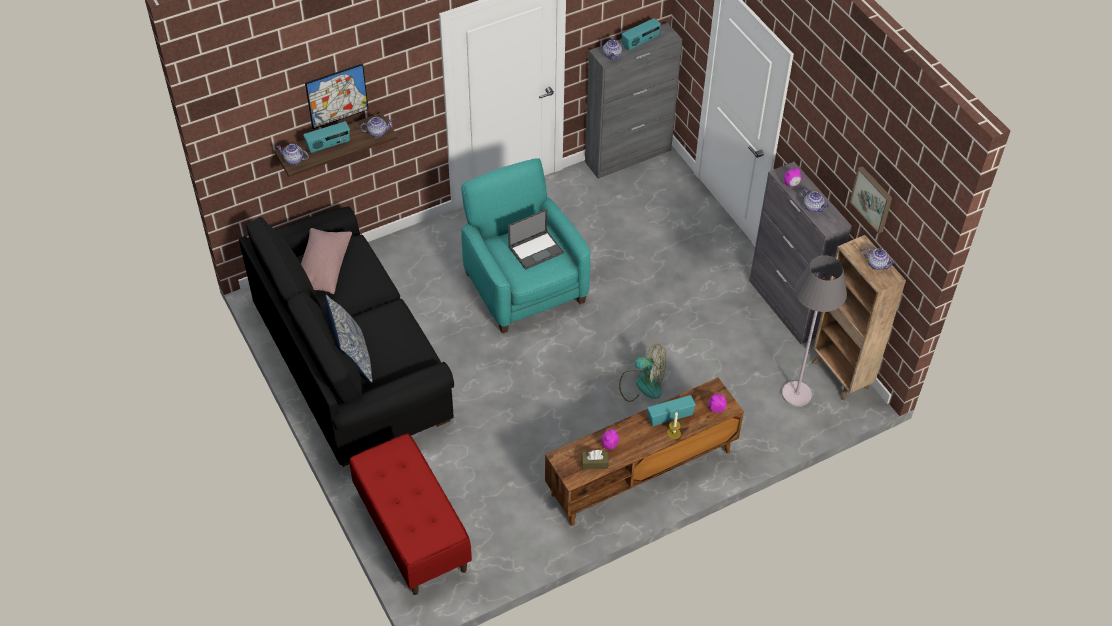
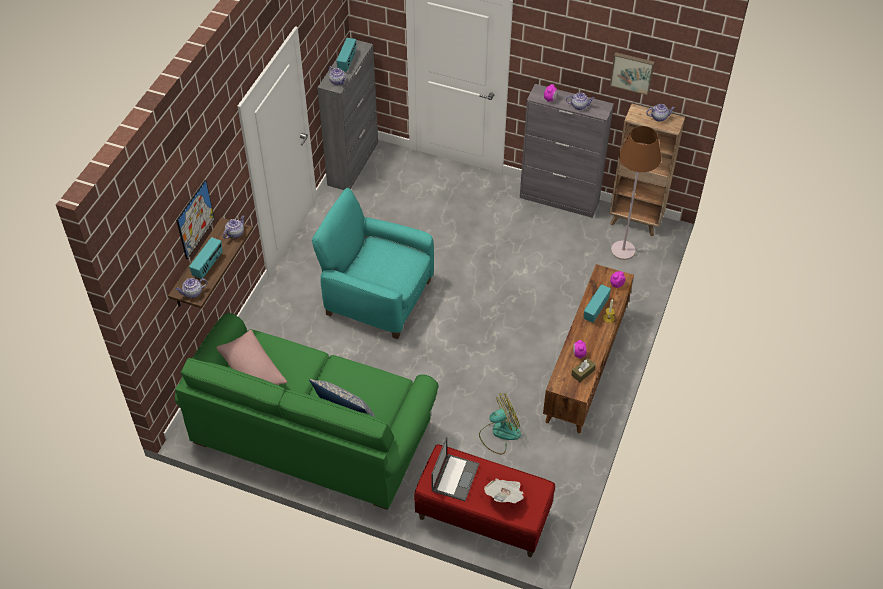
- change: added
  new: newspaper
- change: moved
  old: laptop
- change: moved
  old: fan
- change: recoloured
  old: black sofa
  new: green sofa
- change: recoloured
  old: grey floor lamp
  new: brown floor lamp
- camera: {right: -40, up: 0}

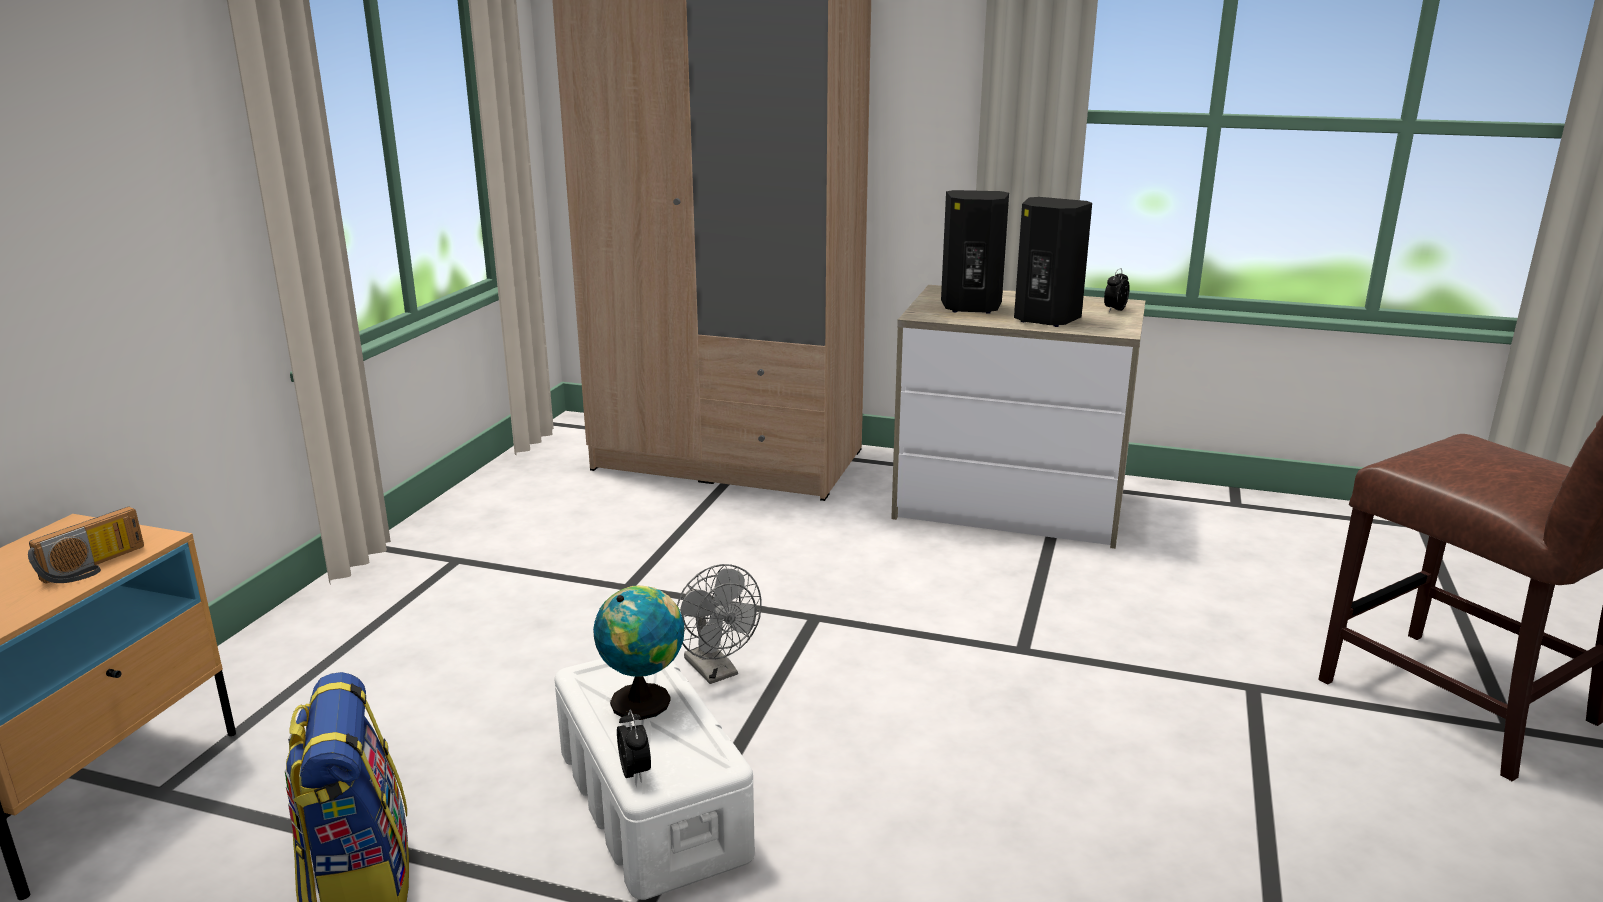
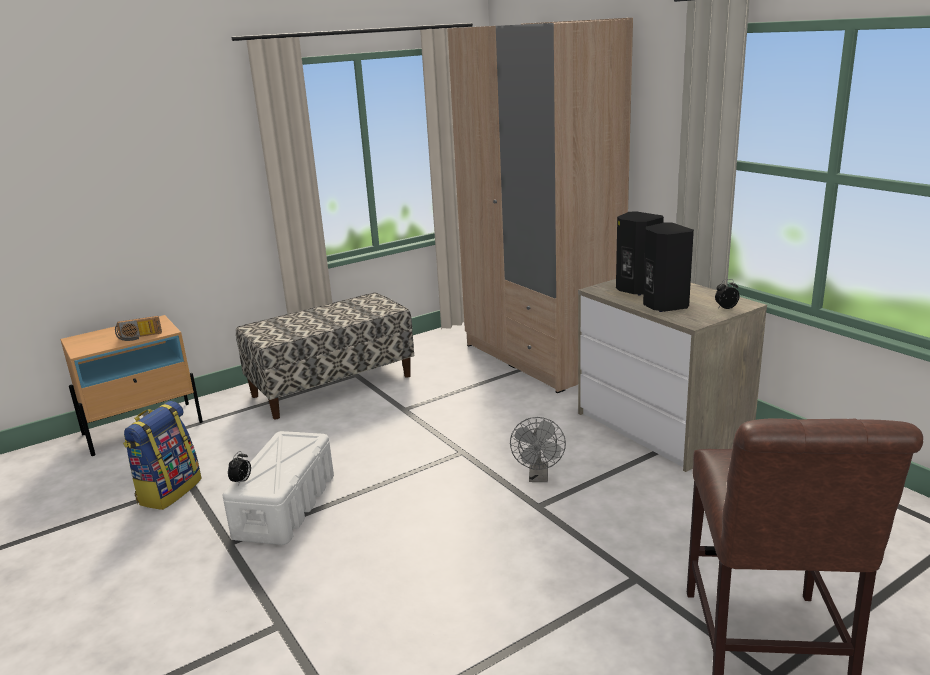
- change: removed
  old: globe
- change: added
  new: bench
- change: moved
  old: grey fan
- camera: {right: 40, up: 0}

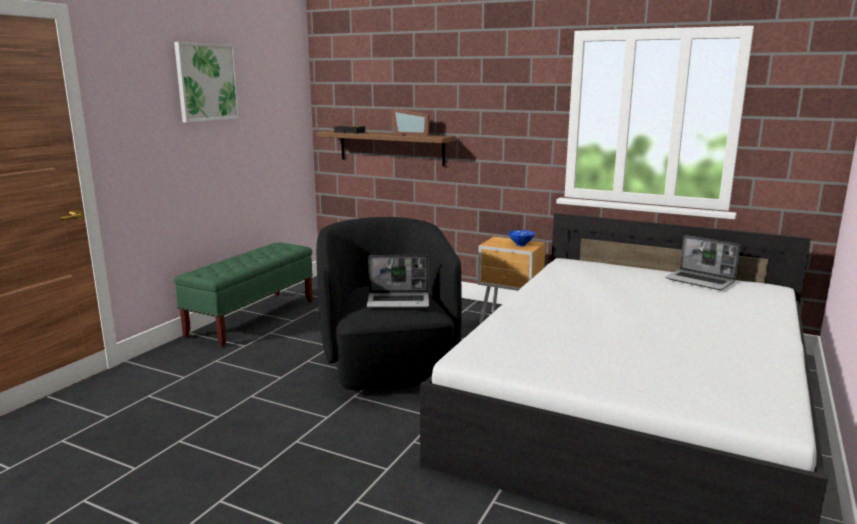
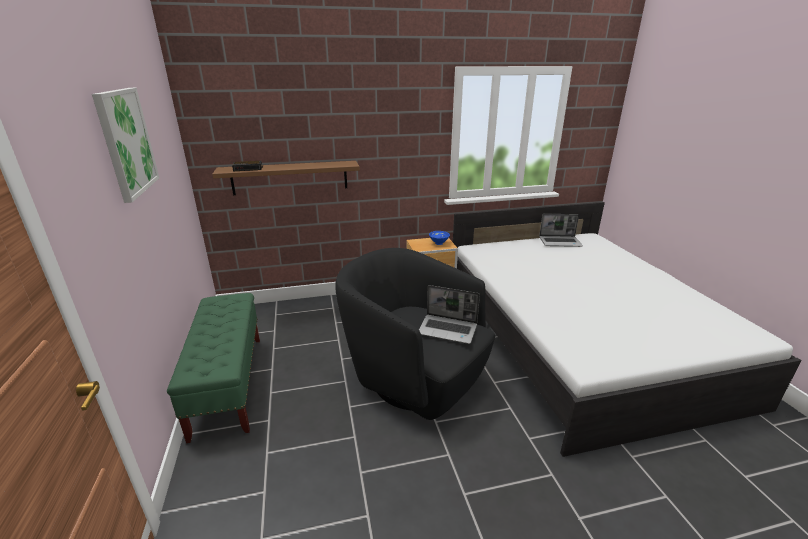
- change: removed
  old: picture frame
- change: turned
  old: laptop (1st from left)
  degrees: 60
- camera: {right: -40, up: 10}

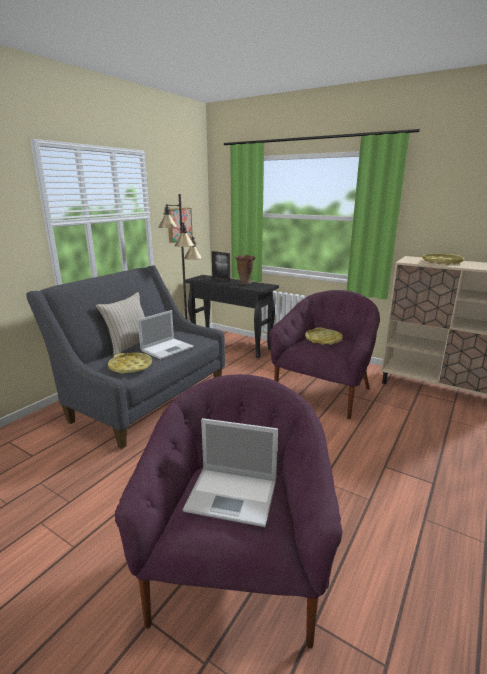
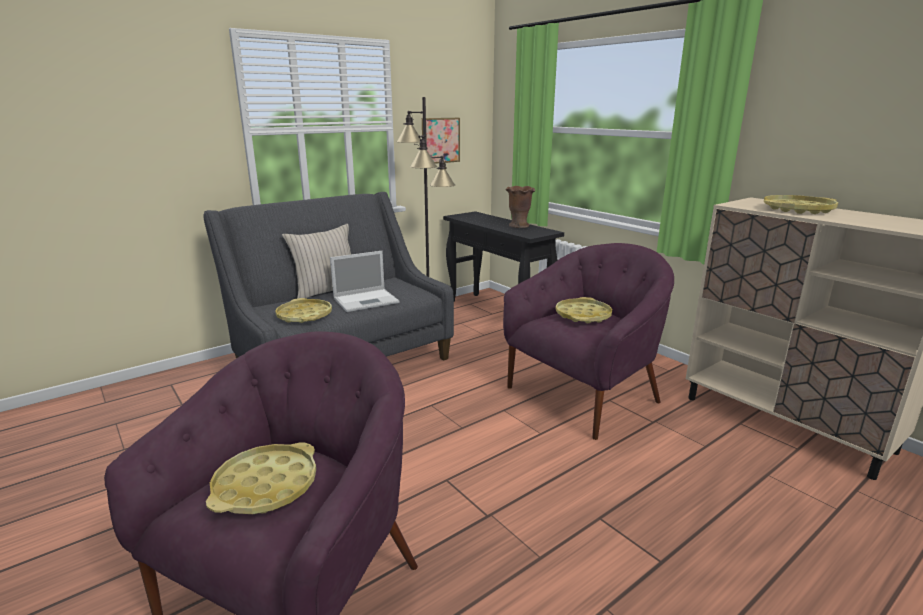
- change: removed
  old: picture frame
- change: replaced
  old: laptop (2nd from left)
  new: yellow tray (1st from left)
- camera: {right: 20, up: 0}

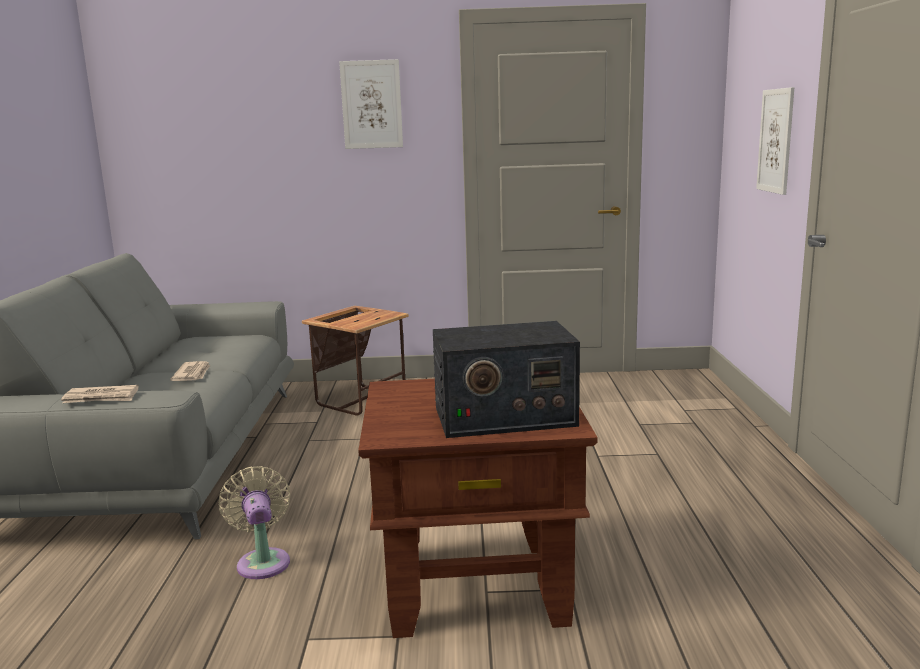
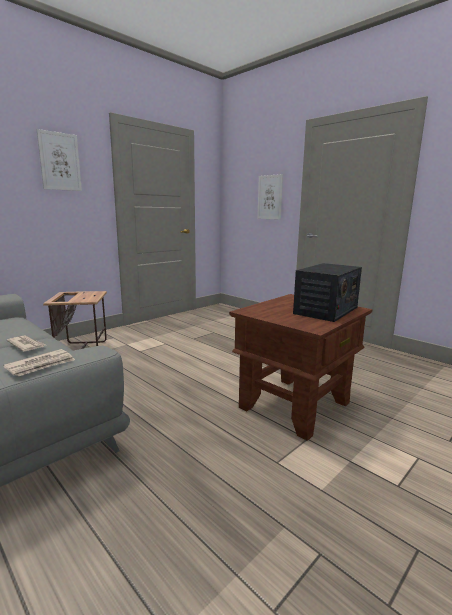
- change: removed
  old: beige fan
- camera: {right: -45, up: 0}

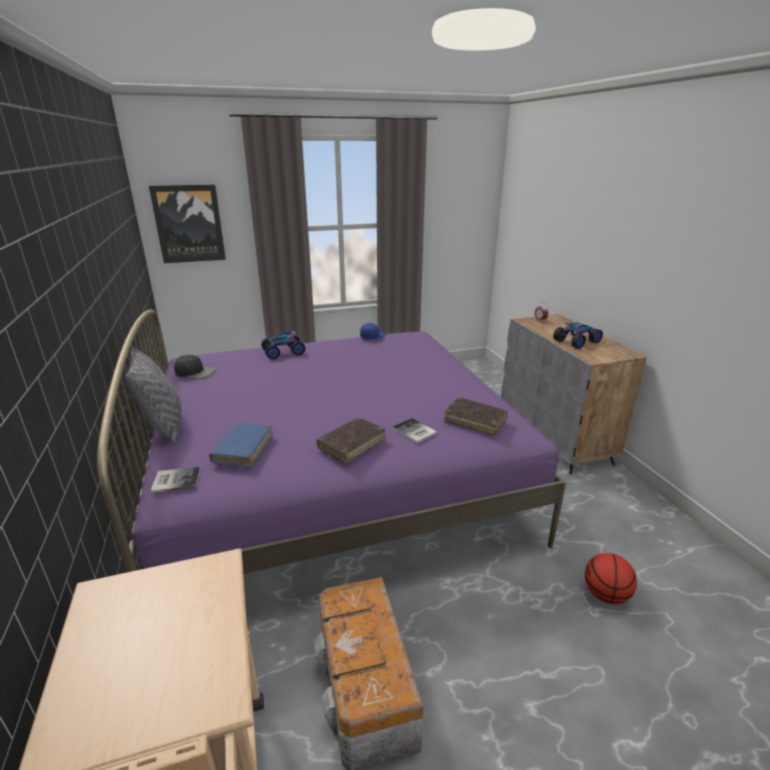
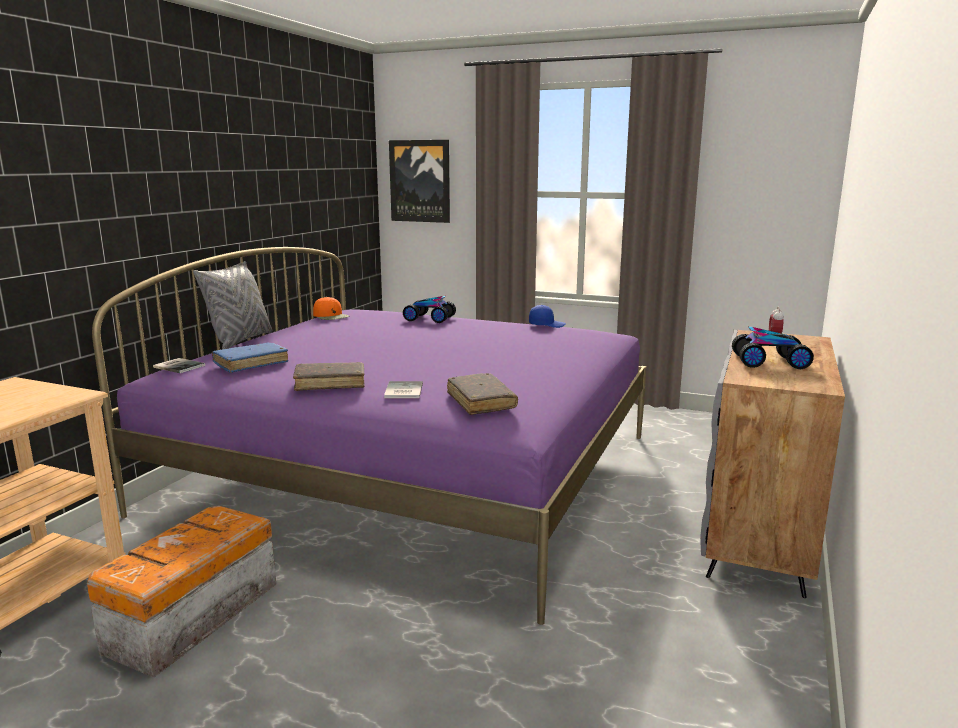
- change: removed
  old: basketball
- change: recoloured
  old: black cap
  new: orange cap
- camera: {right: 40, up: -10}

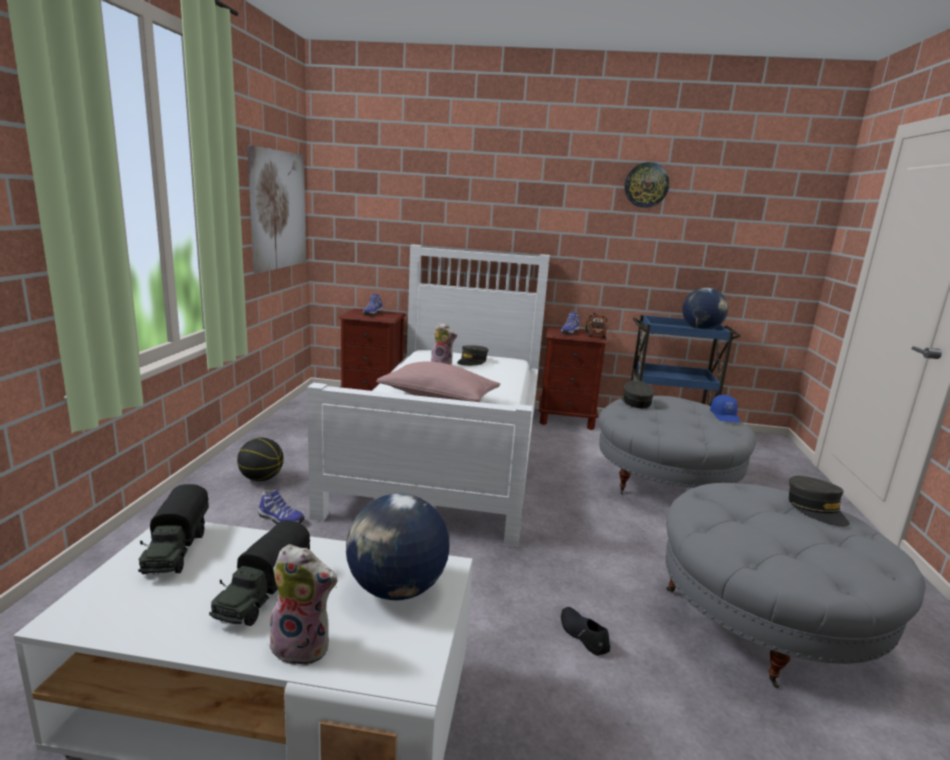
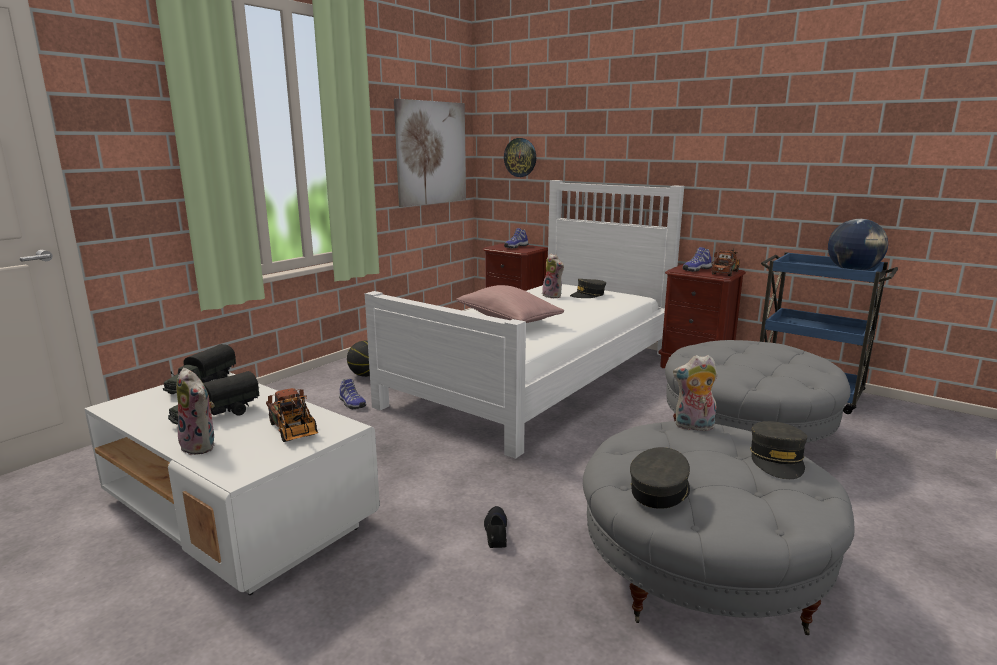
- change: removed
  old: blue cap
- change: added
  new: plush toy (3rd from left)
- change: moved
  old: grey cap (2nd from left)
- change: moved
  old: wall clock
- change: replaced
  old: globe (1st from left)
  new: toy truck (3rd from left)
- camera: {right: 30, up: 0}

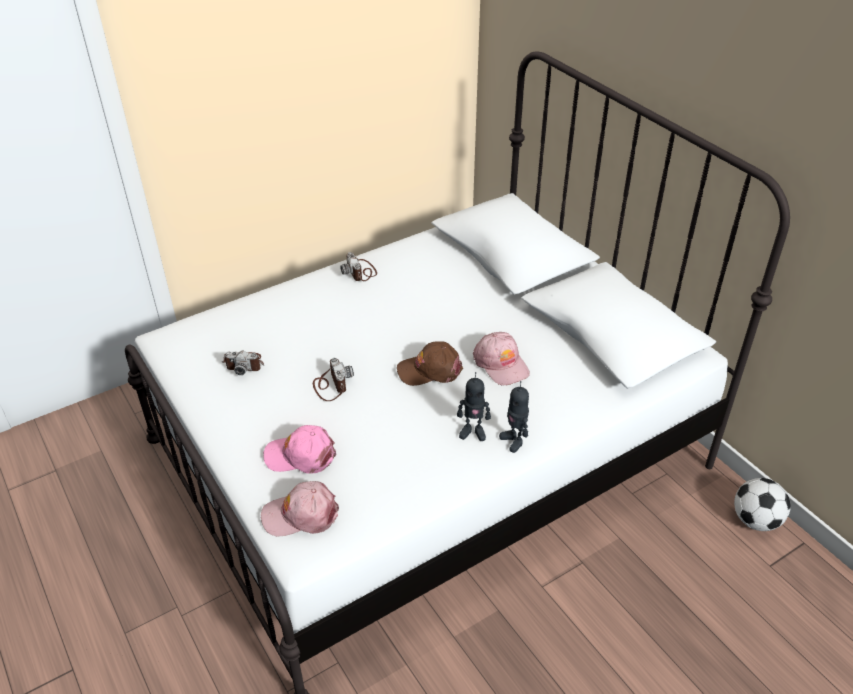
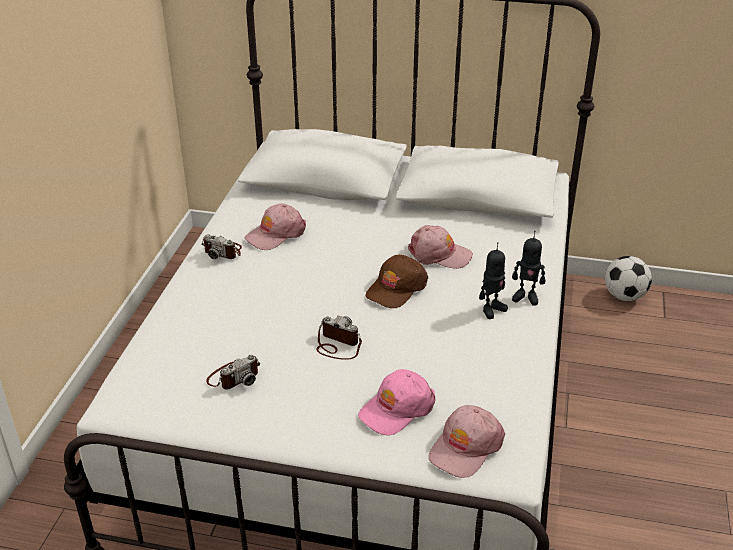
- change: added
  new: pink cap (1st from left)
- camera: {right: -45, up: -5}

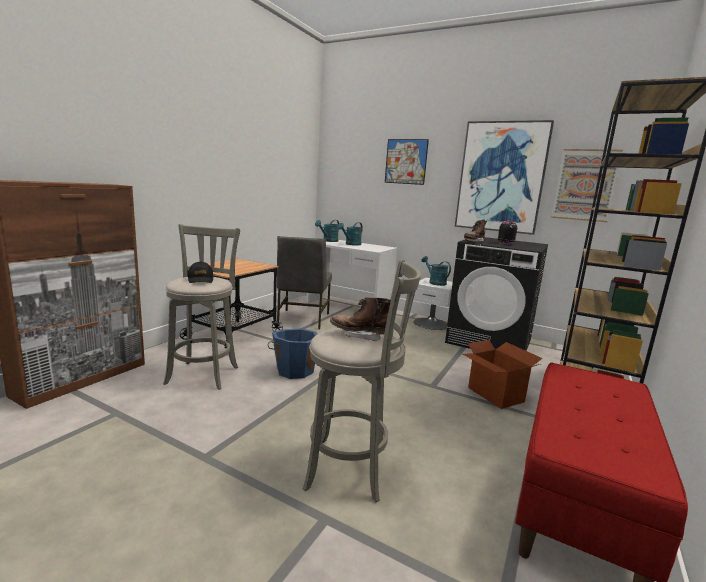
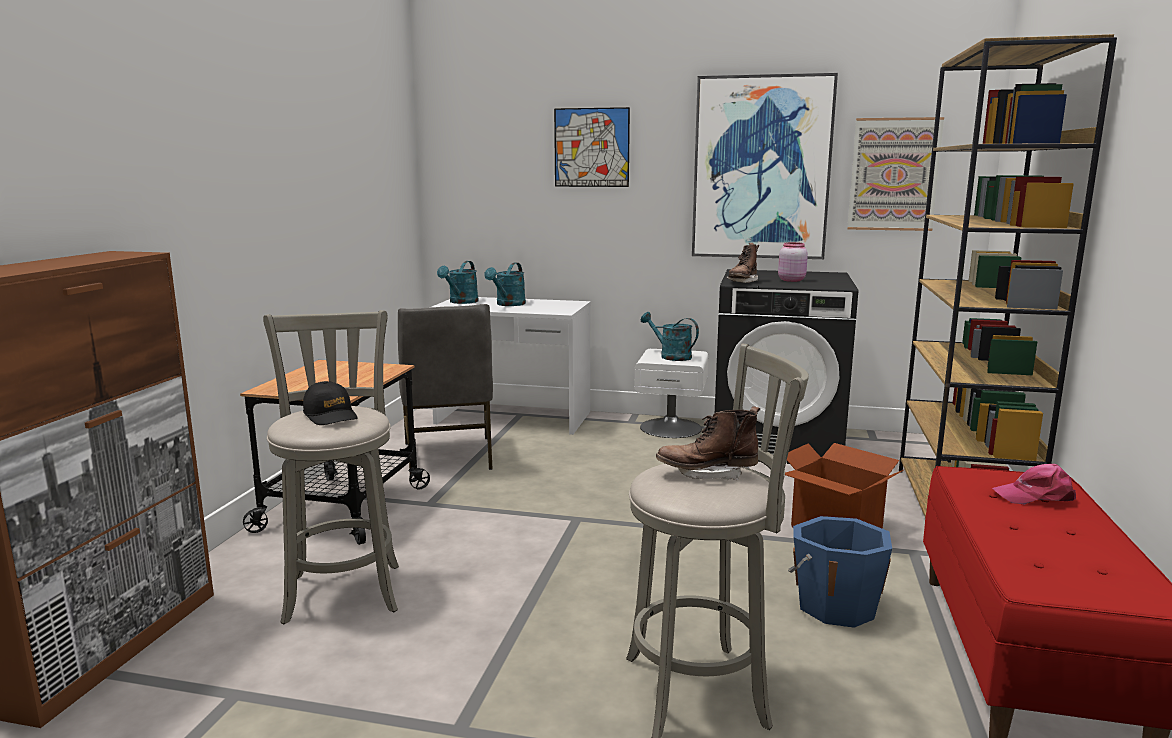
- change: added
  new: pink cap
- change: moved
  old: blue bucket
- change: recoloured
  old: black jar
  new: pink jar
- camera: {right: -15, up: 0}

